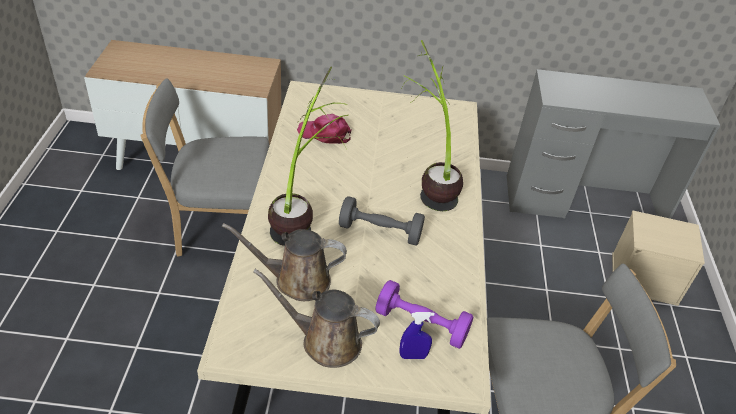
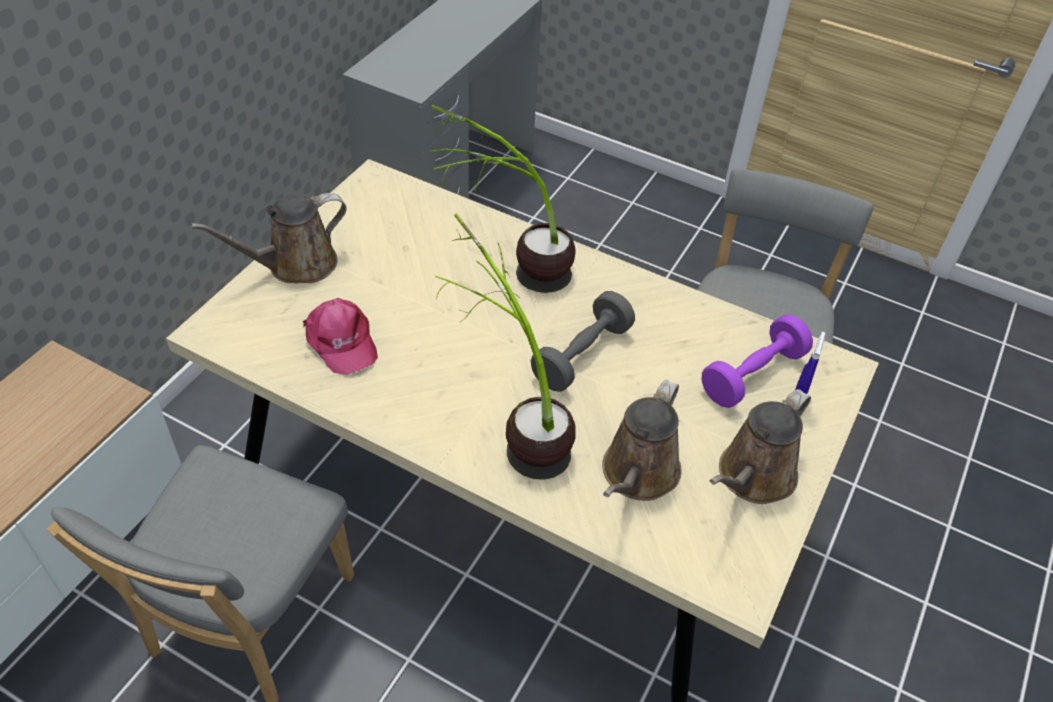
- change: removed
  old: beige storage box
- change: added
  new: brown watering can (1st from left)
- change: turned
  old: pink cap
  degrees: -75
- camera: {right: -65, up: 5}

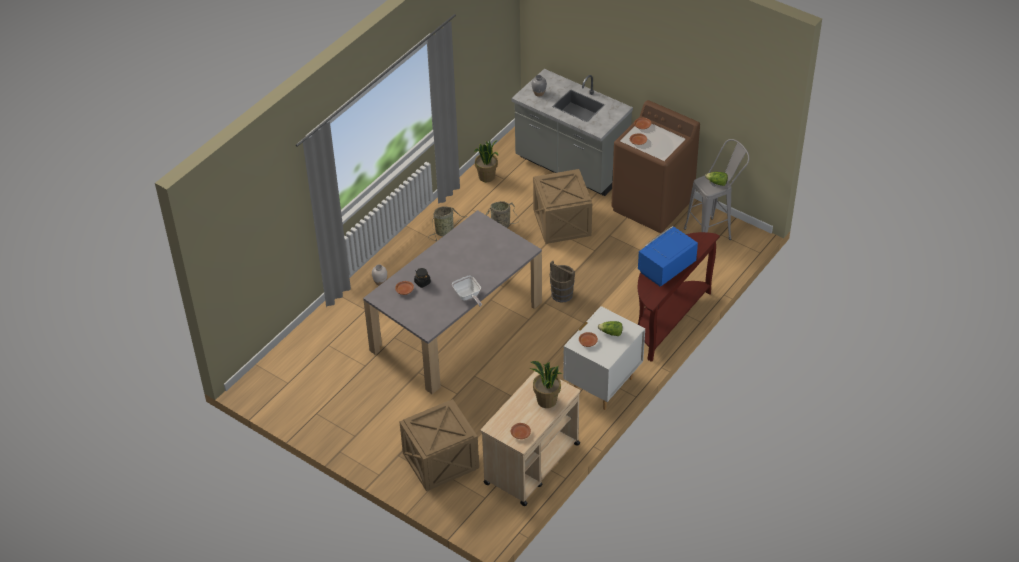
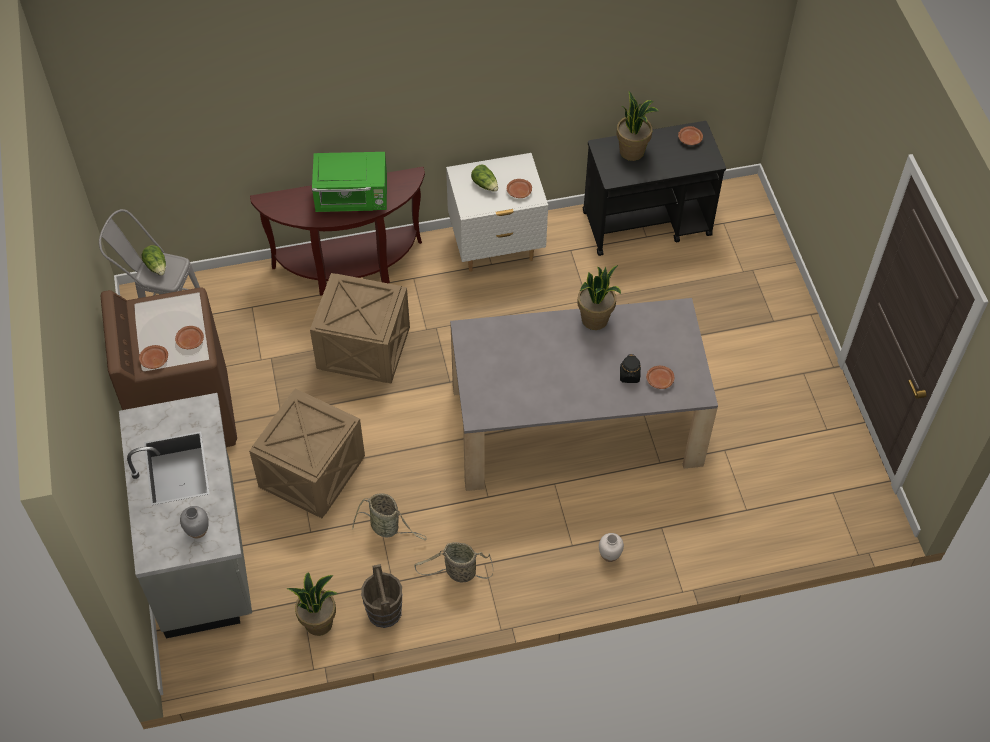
- change: moved
  old: crate (1st from left in the first image)
  new: crate (2nd from left)
- change: moved
  old: brown bucket
- change: replaced
  old: frying pan
  new: potted plant (2nd from left)
- change: recoloured
  old: beige cart
  new: black cart
- change: recoloured
  old: blue microwave
  new: green microwave
- camera: {right: -140, up: 10}

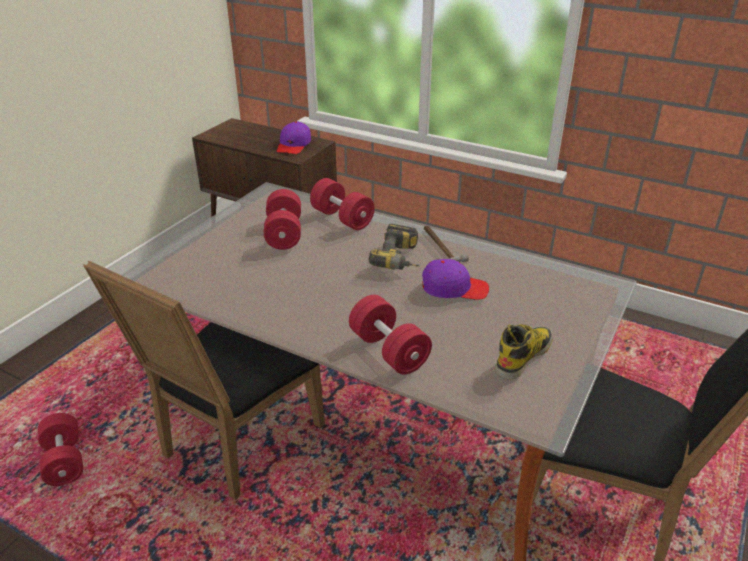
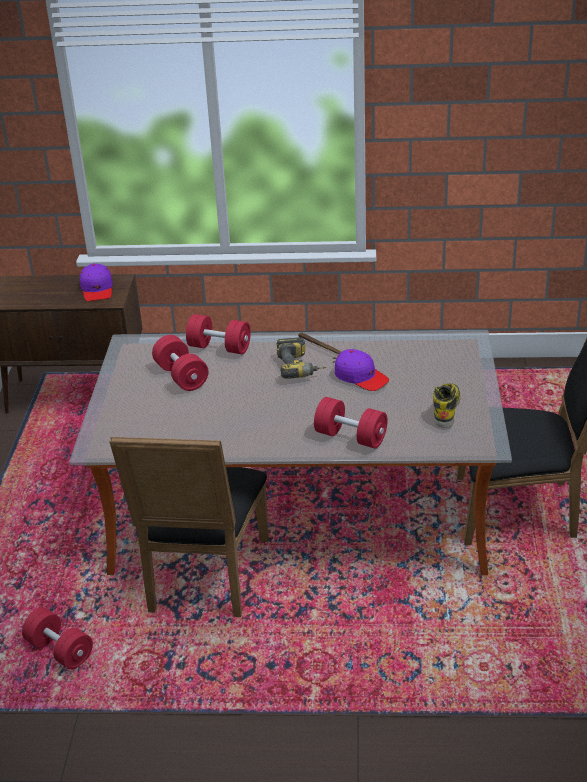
- change: turned
  old: purple cap (2nd from left)
  degrees: 60
- camera: {right: -25, up: 0}

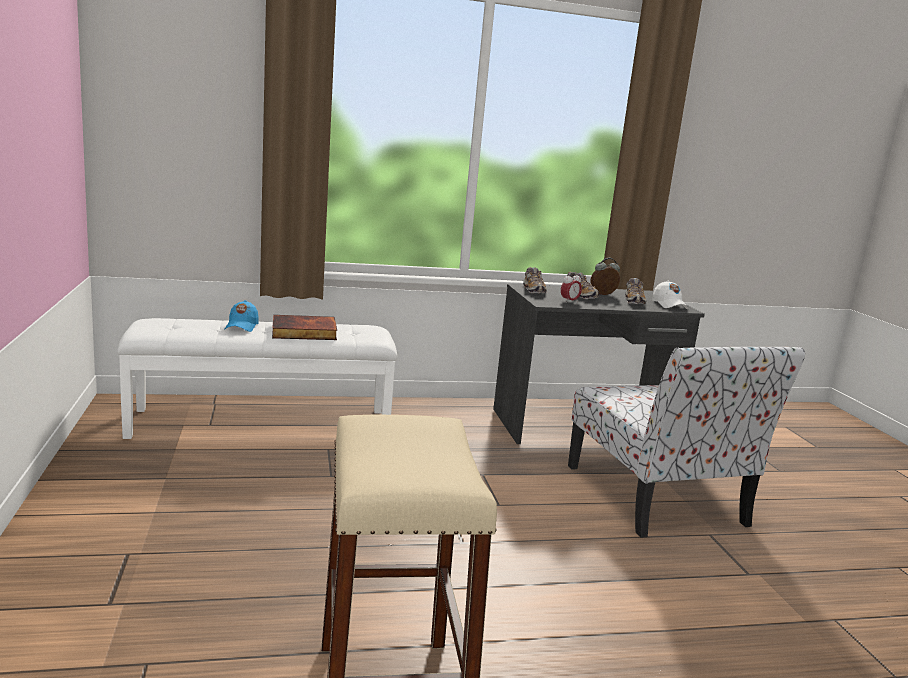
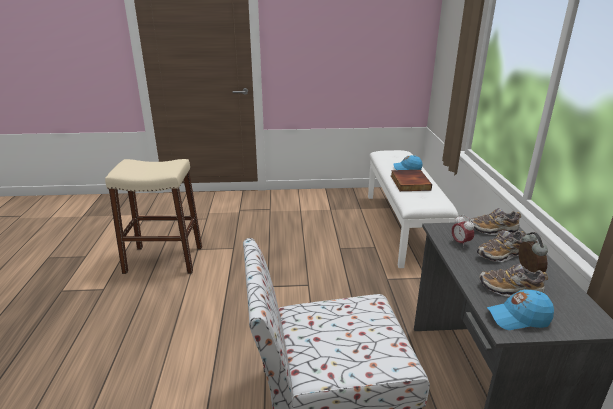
- change: recoloured
  old: white cap
  new: blue cap (2nd from left)
- camera: {right: 100, up: 10}

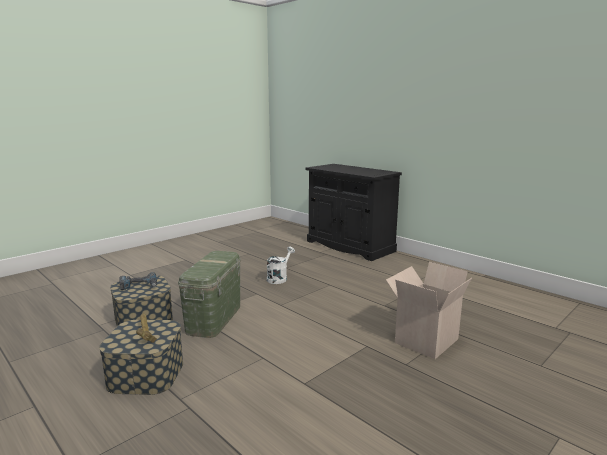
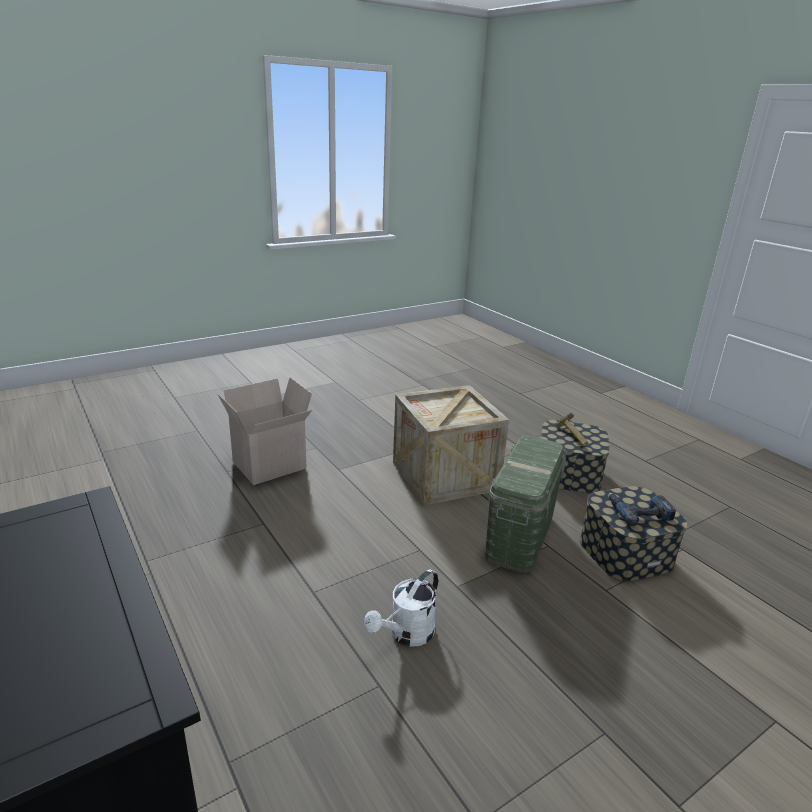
- change: added
  new: crate
- camera: {right: -170, up: 10}

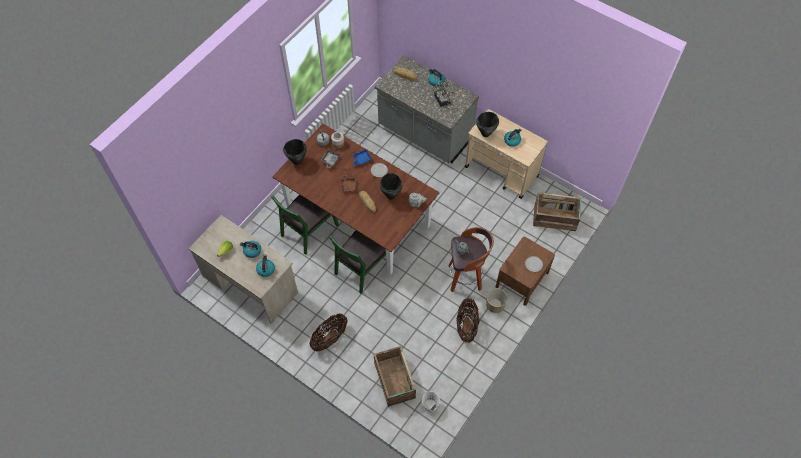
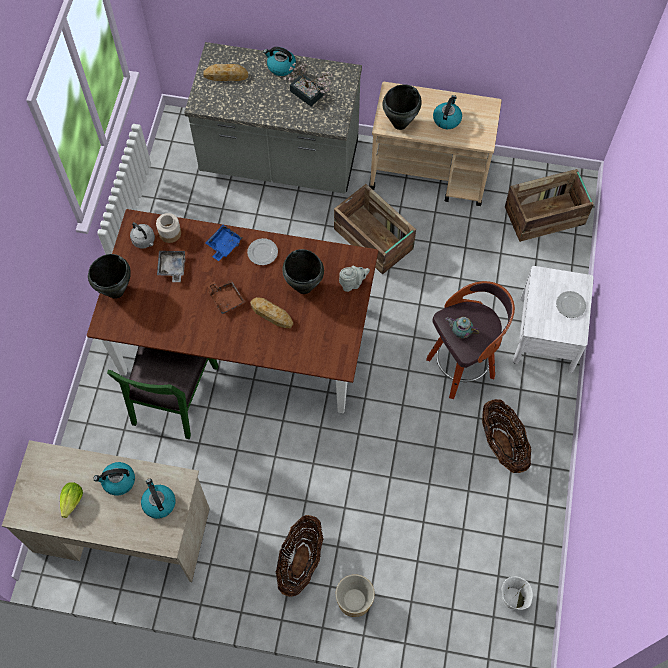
- change: removed
  old: green chair (2nd from left)
- change: moved
  old: crate (1st from left)
- change: moved
  old: planter
- change: recoloured
  old: brown nightstand
  new: white nightstand
- camera: {right: -25, up: 5}

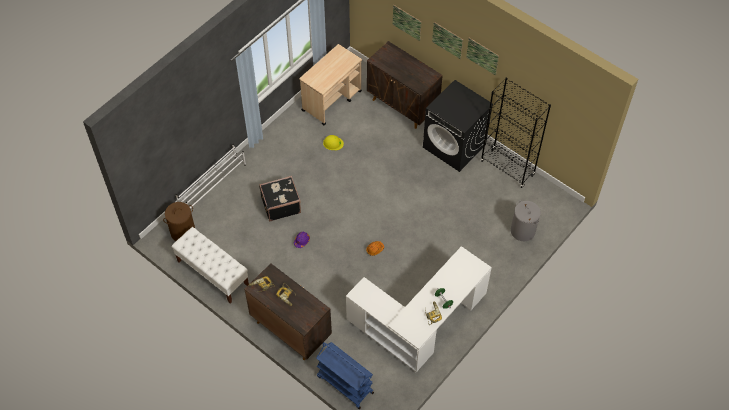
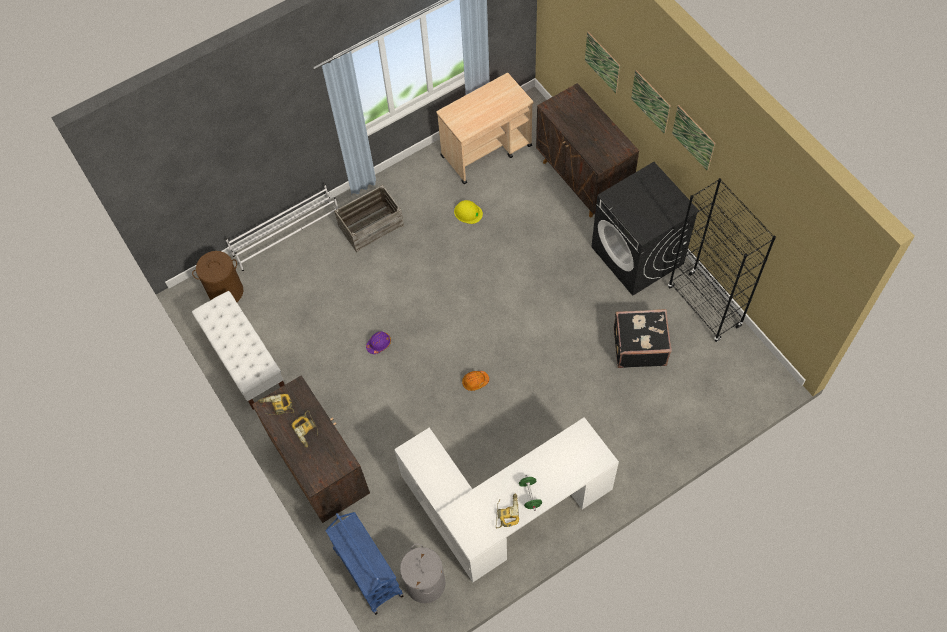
- change: added
  new: crate
- change: moved
  old: black suitcase
- change: moved
  old: grey laundry basket
- camera: {right: 20, up: 5}

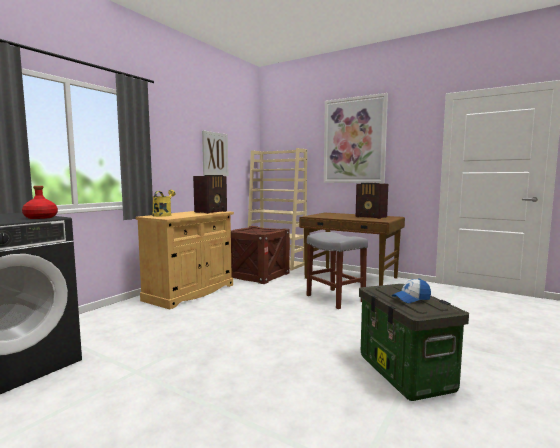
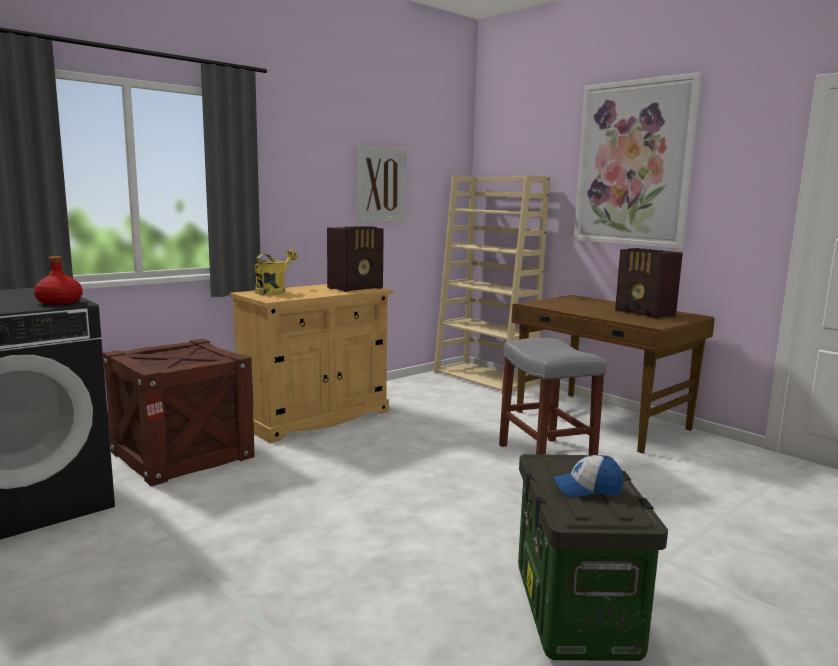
- change: moved
  old: crate
- camera: {right: 15, up: 5}

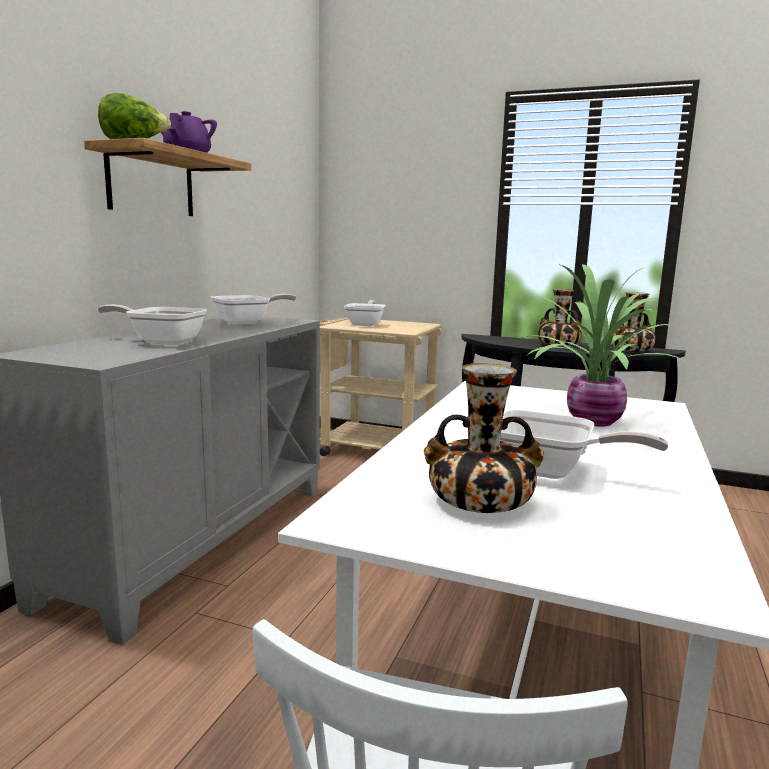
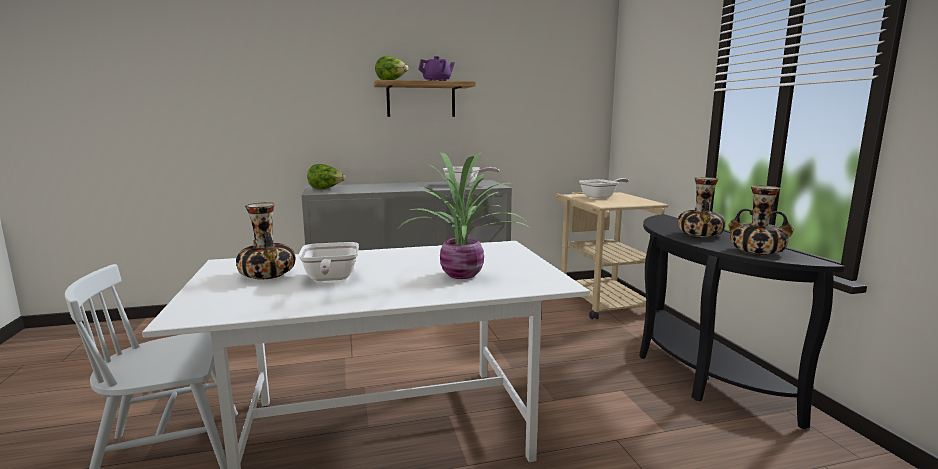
- change: removed
  old: frying pan (1st from left)
- change: added
  new: lettuce (1st from left)
- camera: {right: 55, up: 0}

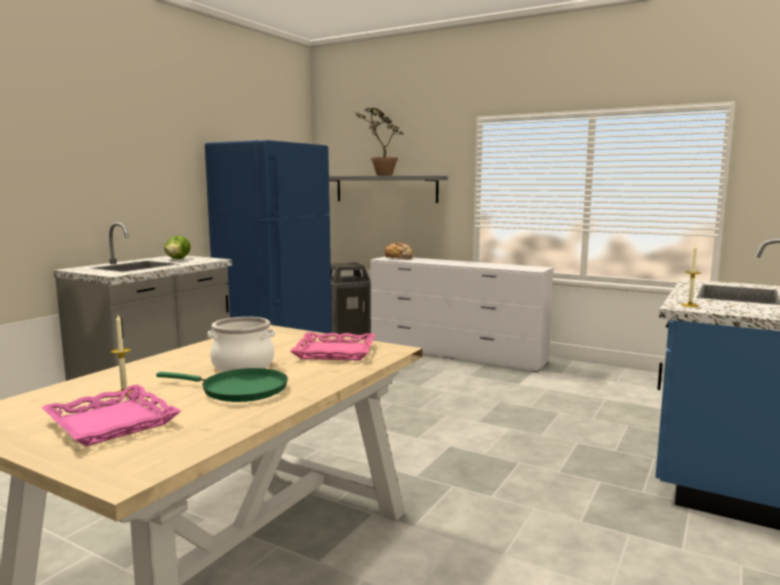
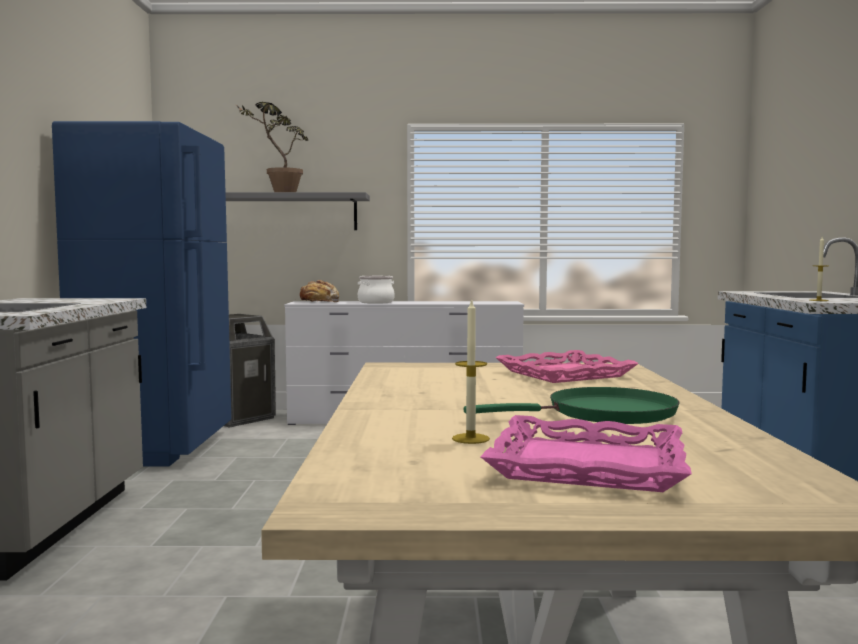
- change: removed
  old: lettuce
- change: moved
  old: cooking pot
- camera: {right: -30, up: -5}

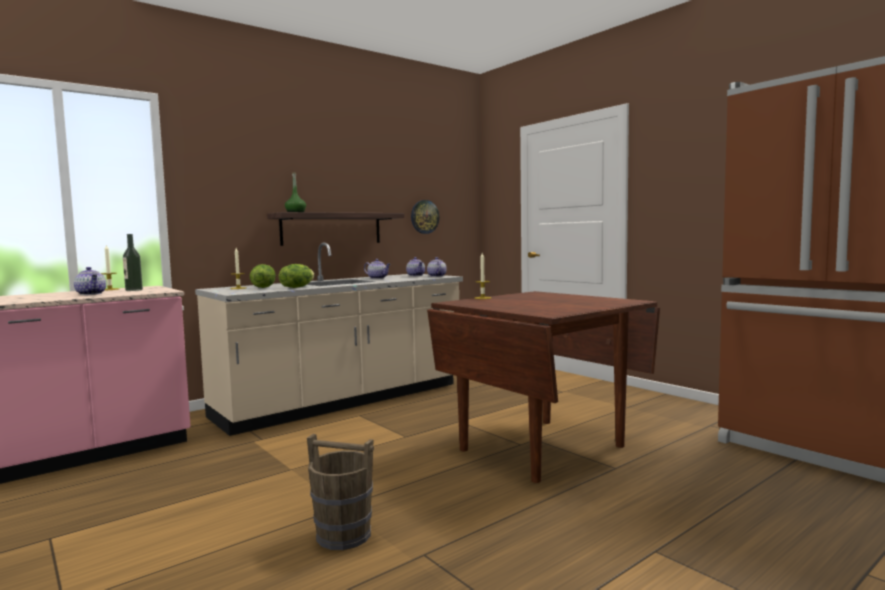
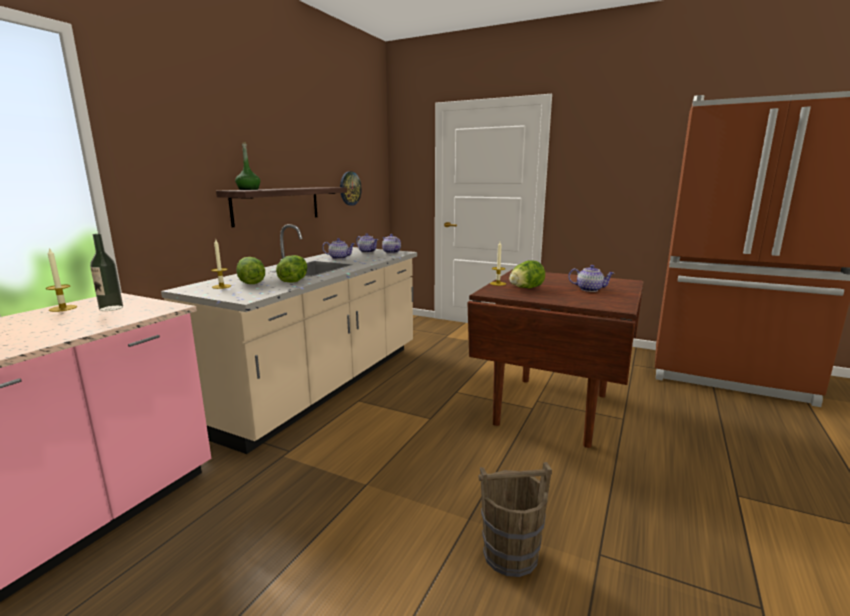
- change: added
  new: lettuce (3rd from left)
- change: moved
  old: teapot (1st from left in the first image)
  new: teapot (4th from left)
- camera: {right: -25, up: 10}

